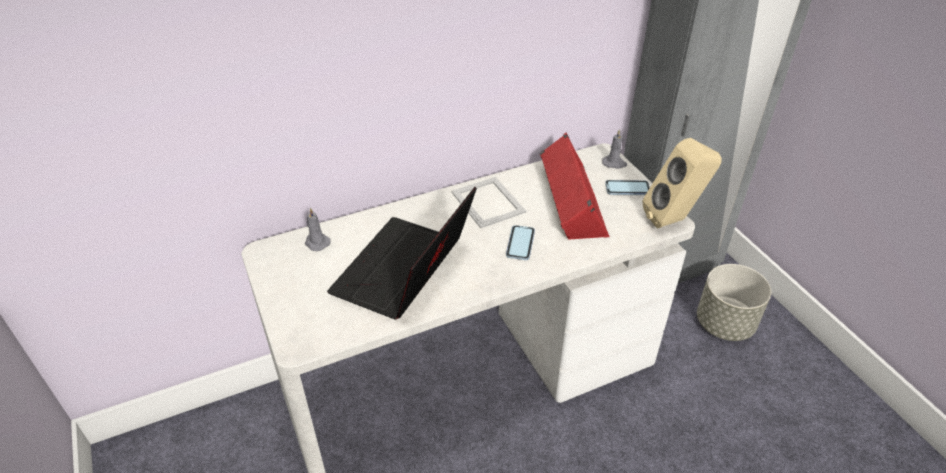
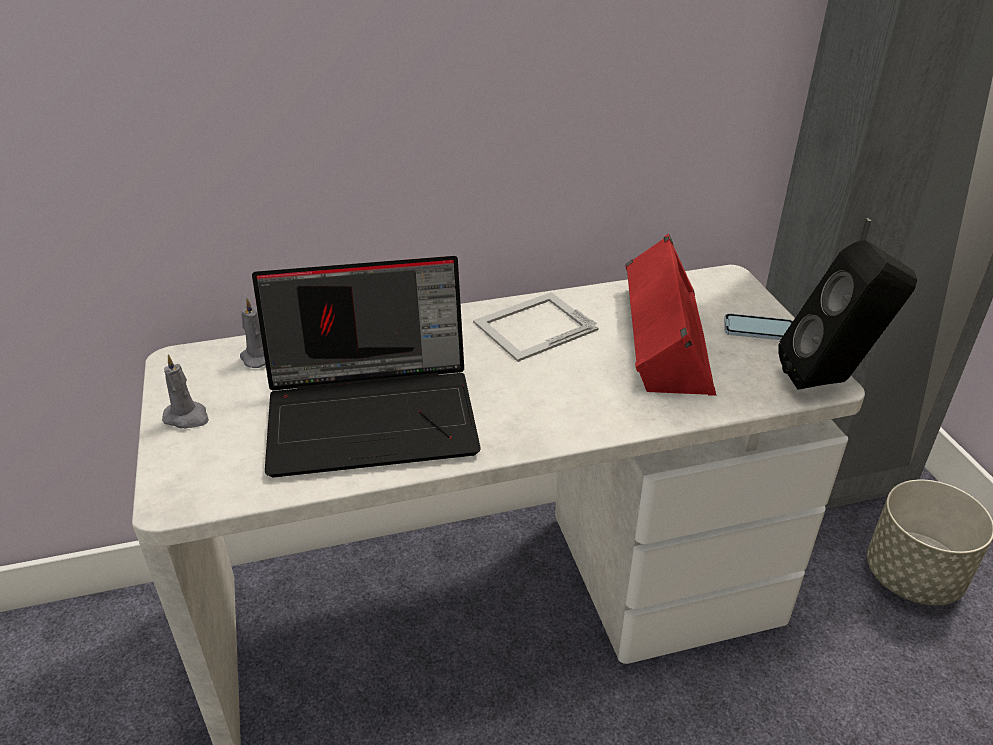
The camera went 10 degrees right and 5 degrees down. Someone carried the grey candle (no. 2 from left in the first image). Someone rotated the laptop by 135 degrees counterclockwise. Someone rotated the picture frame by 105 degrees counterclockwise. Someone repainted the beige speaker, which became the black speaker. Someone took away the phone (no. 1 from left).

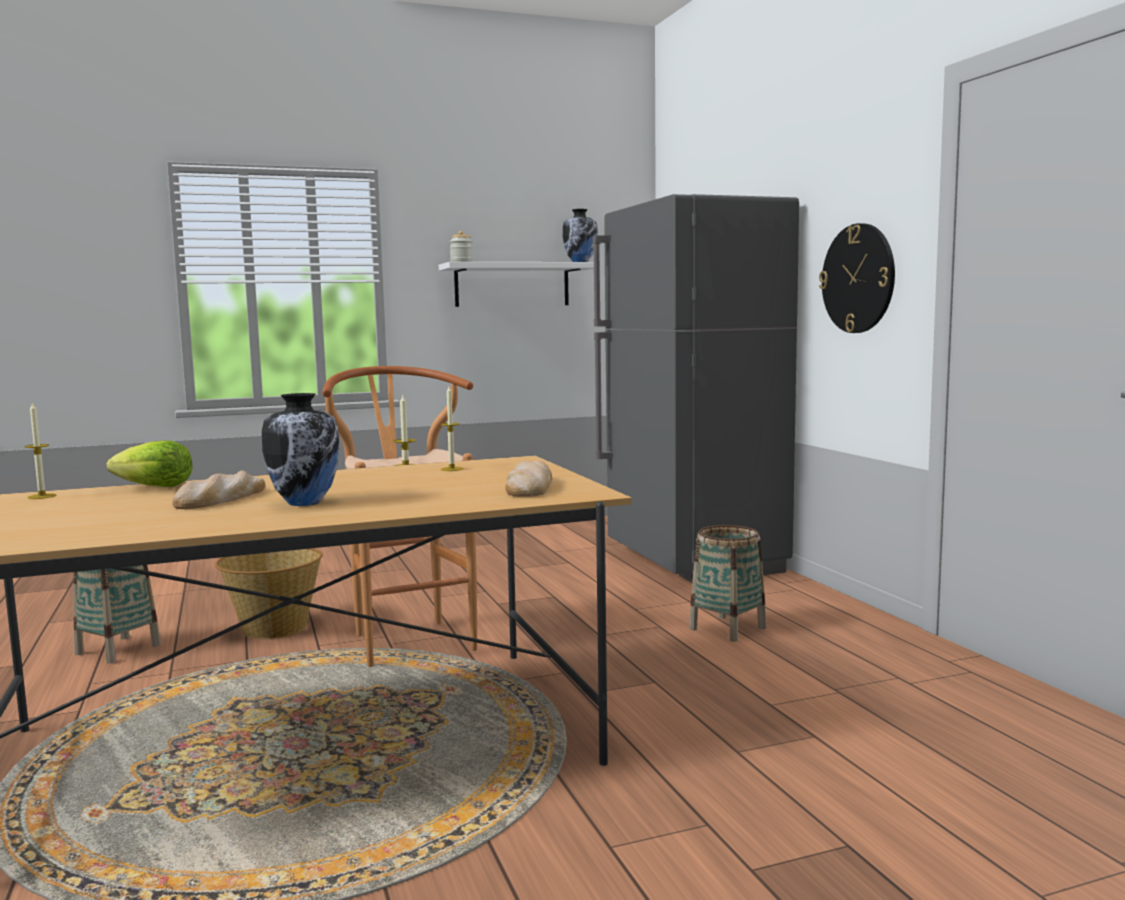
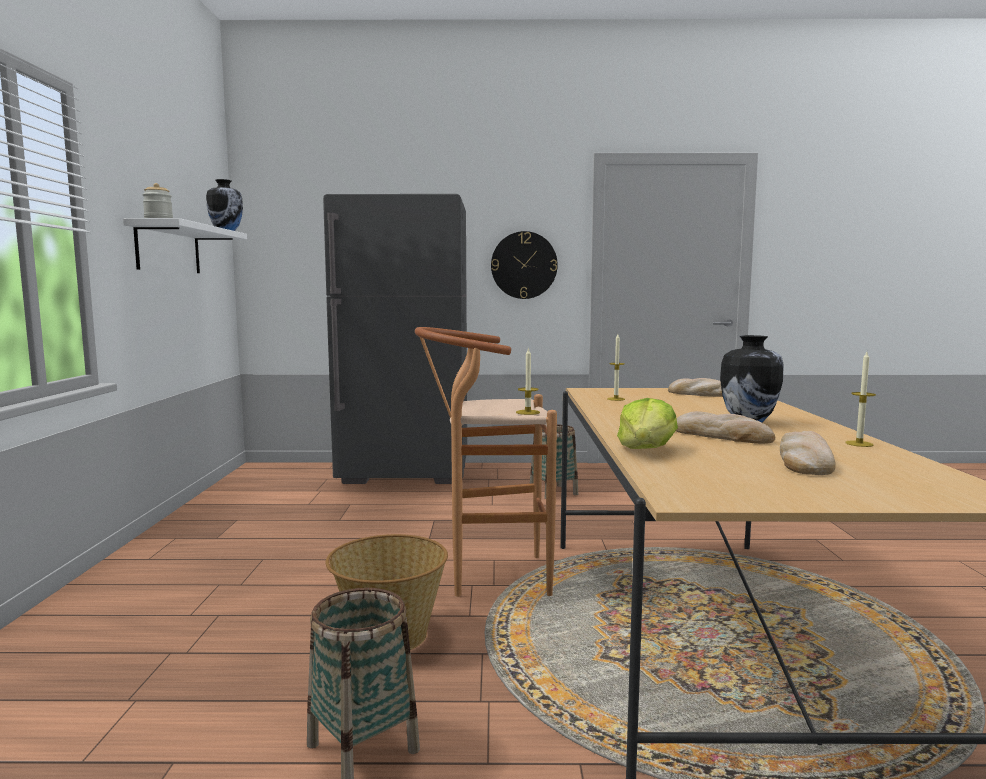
The camera went 70 degrees left and 0 degrees up. Someone put down the bread (no. 3 from left). Someone carried the candle (no. 1 from left in the first image).

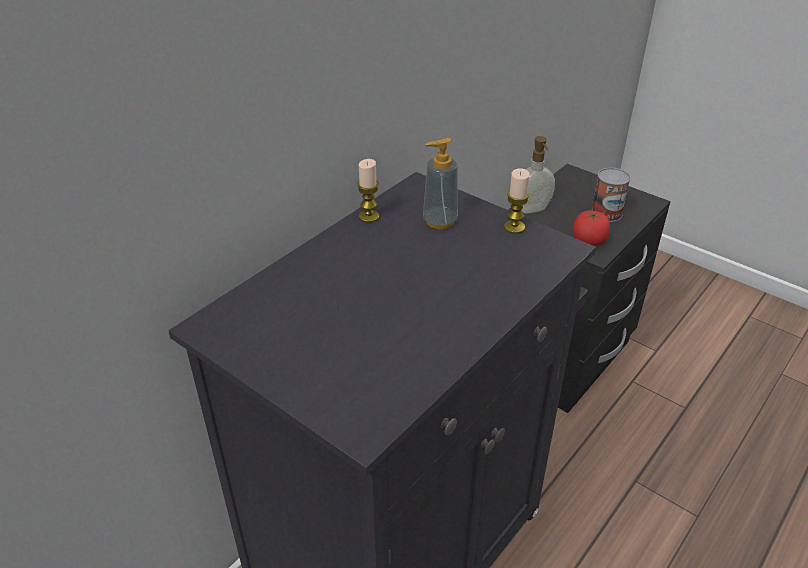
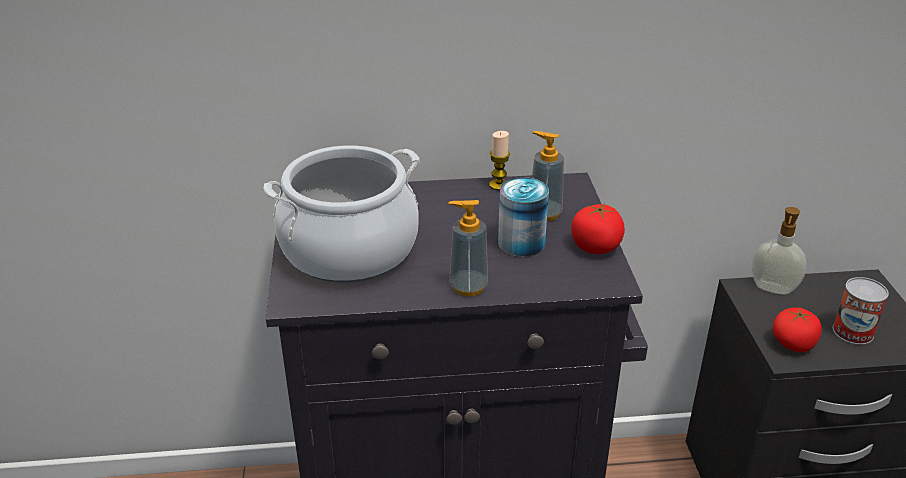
The camera went 45 degrees right and 5 degrees down. Someone put down the cooking pot. Someone put down the soap dispenser (no. 1 from left). Someone put down the can (no. 1 from left). Someone swapped the candle (no. 2 from left) for the tomato (no. 1 from left).

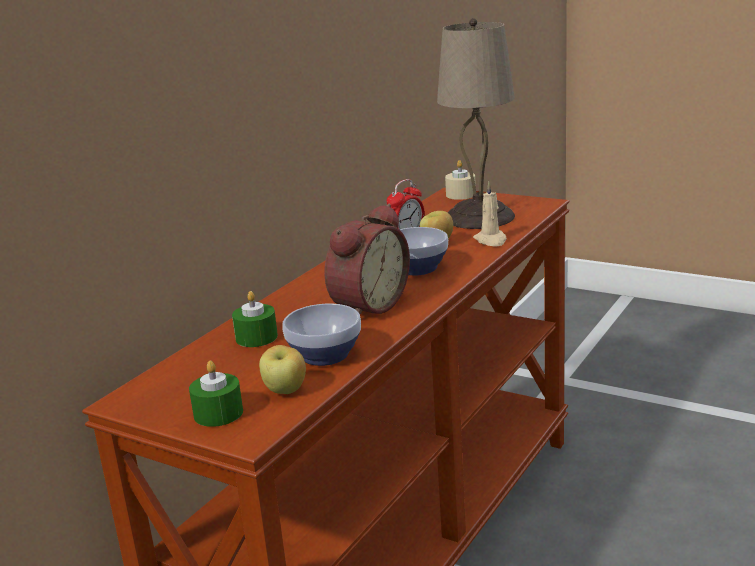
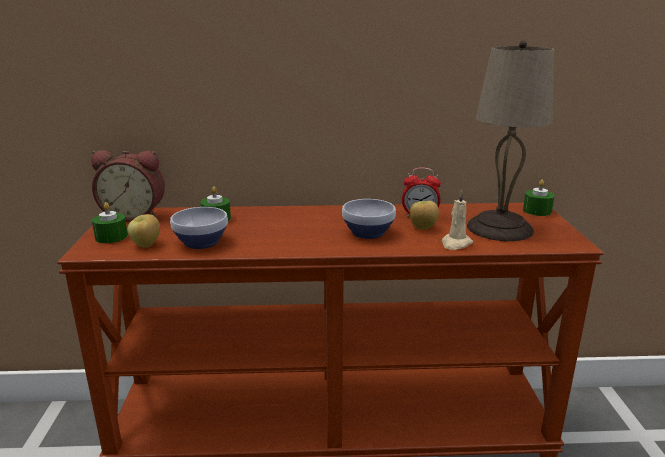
The camera went 55 degrees right and 0 degrees up. Someone carried the alarm clock (no. 1 from left). Someone repainted the beige candle (no. 1 from left), which became the green candle (no. 3 from left).

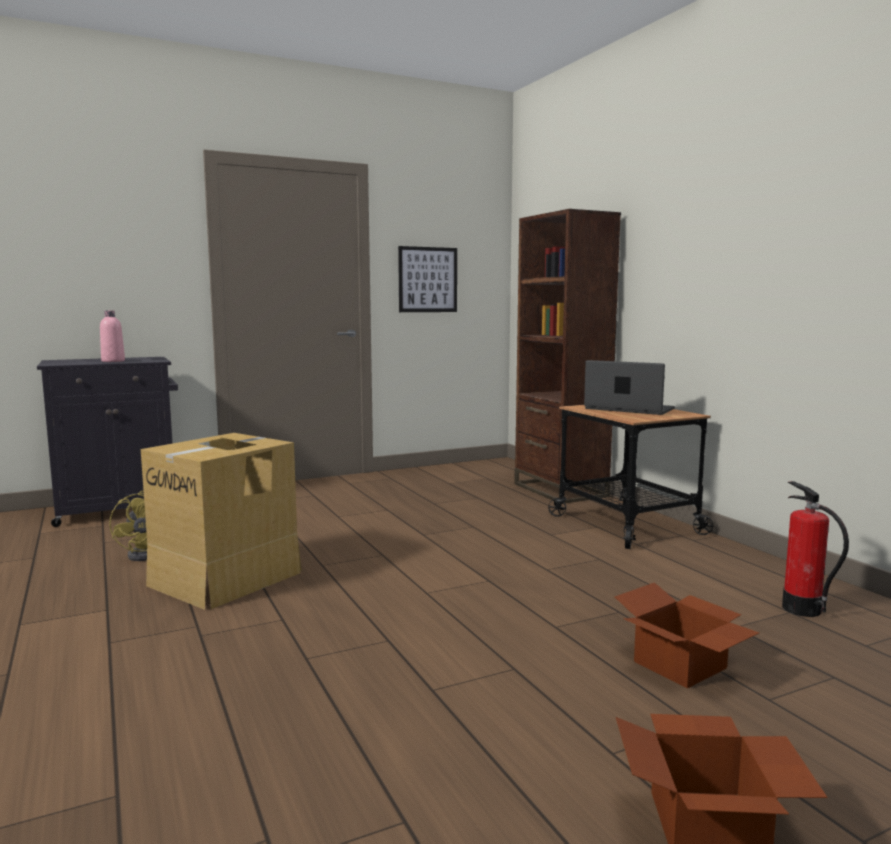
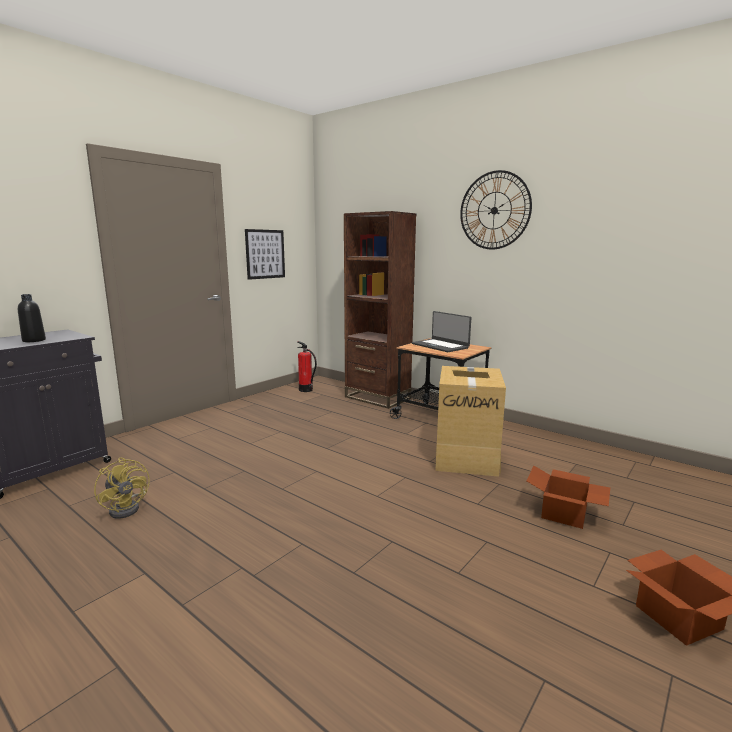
The camera went 25 degrees left and 5 degrees up. Someone repainted the pink bottle, which became the black bottle. Someone carried the fire extinguisher. Someone rotated the laptop by 135 degrees counterclockwise. Someone carried the cardboard box (no. 1 from left). Someone put up the wall clock.

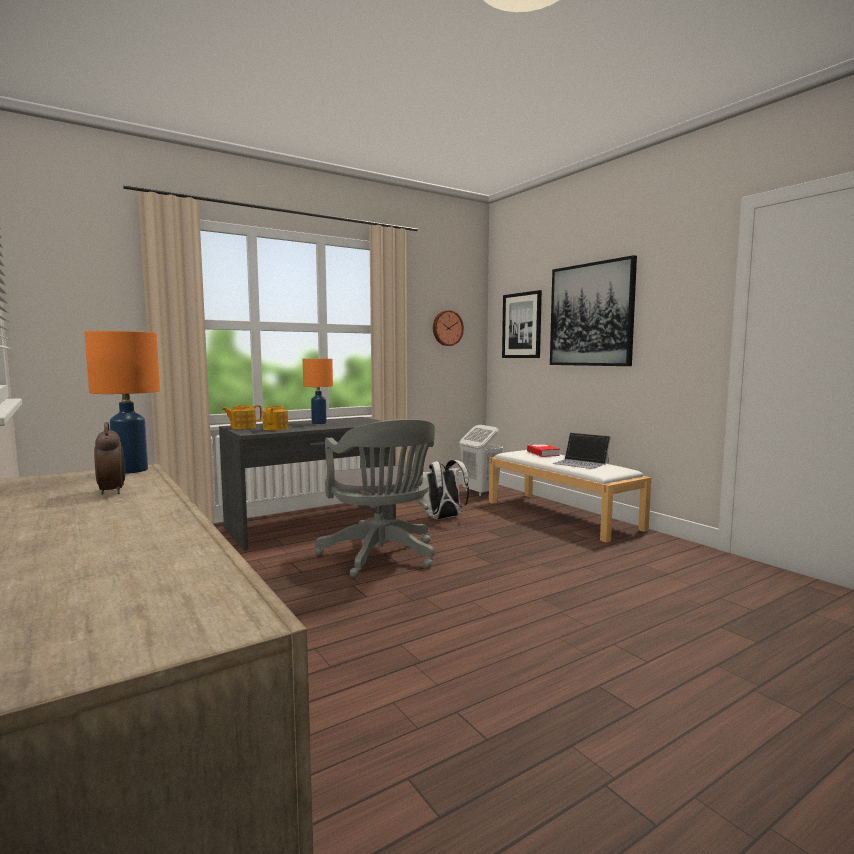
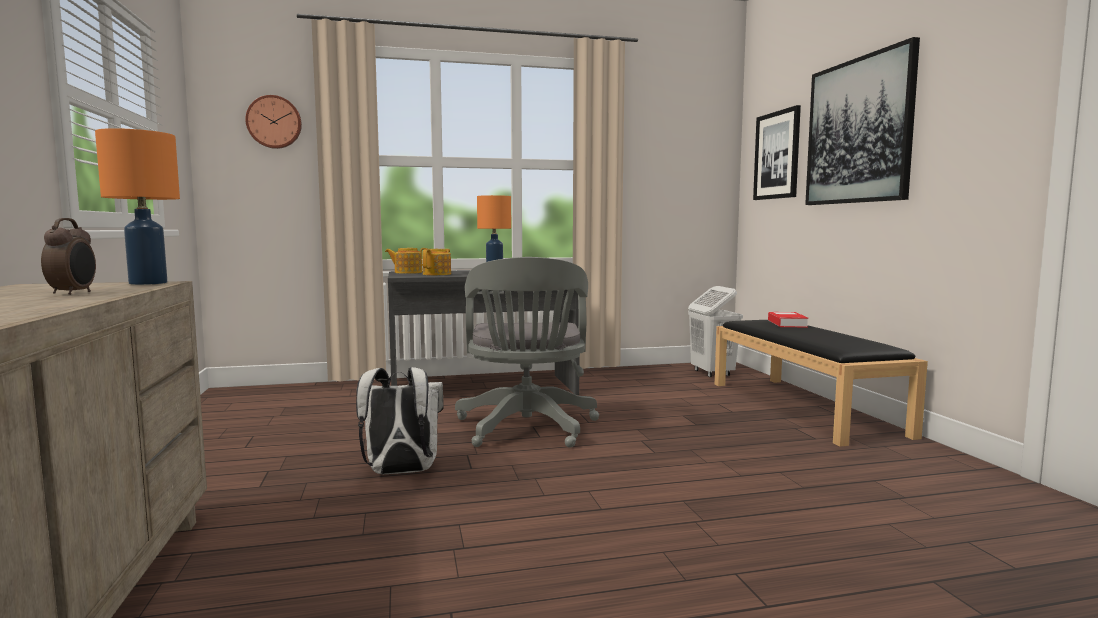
The camera went 20 degrees right and 0 degrees up. Someone carried the wall clock. Someone carried the white backpack. Someone repainted the white bench, which became the black bench. Someone took away the laptop.

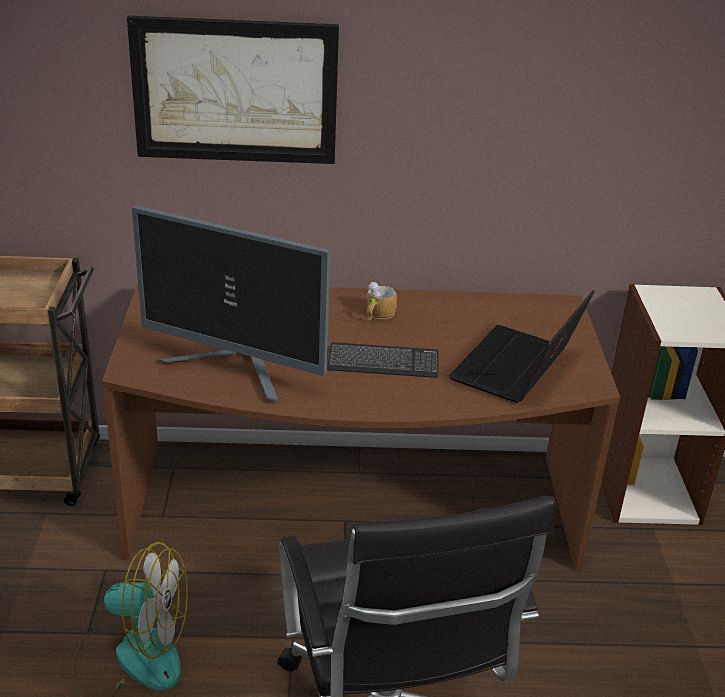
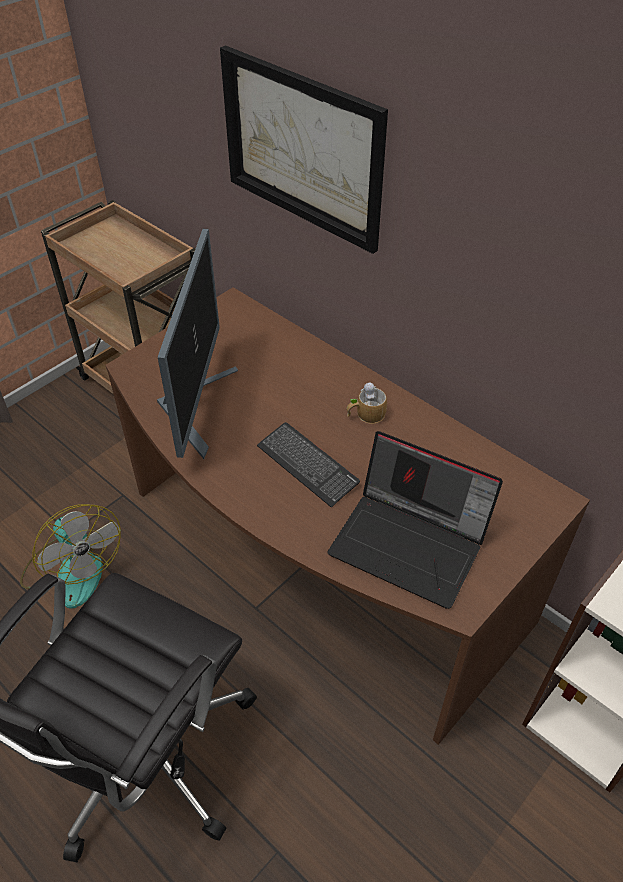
The camera went 45 degrees right and 15 degrees up. Someone rotated the monitor by 150 degrees counterclockwise. Someone rotated the laptop by 135 degrees counterclockwise.

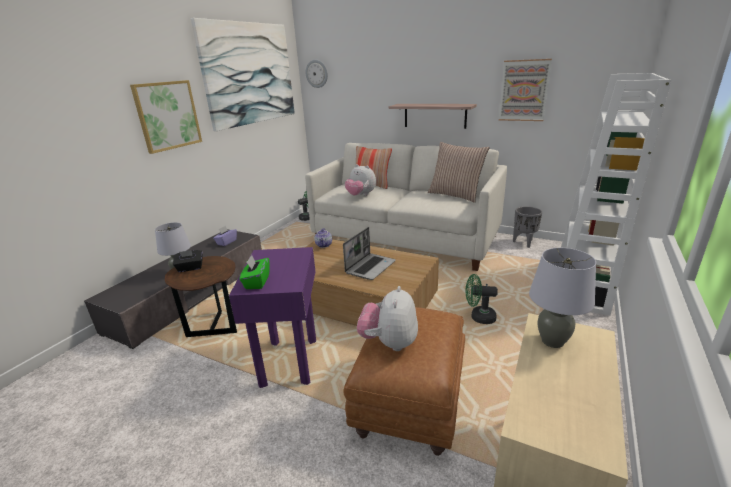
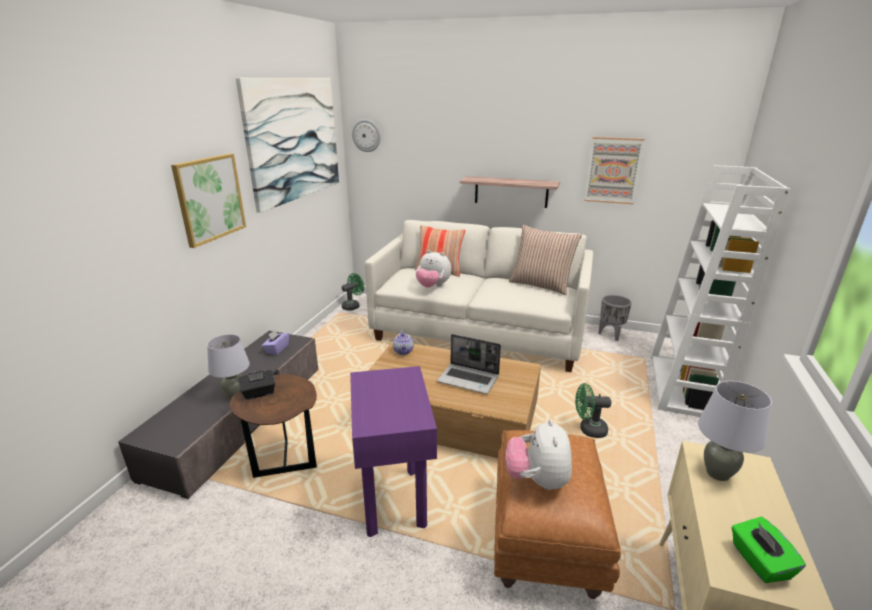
The camera went 10 degrees left and 0 degrees up. Someone rotated the laptop by 90 degrees clockwise. Someone carried the green tissue box.

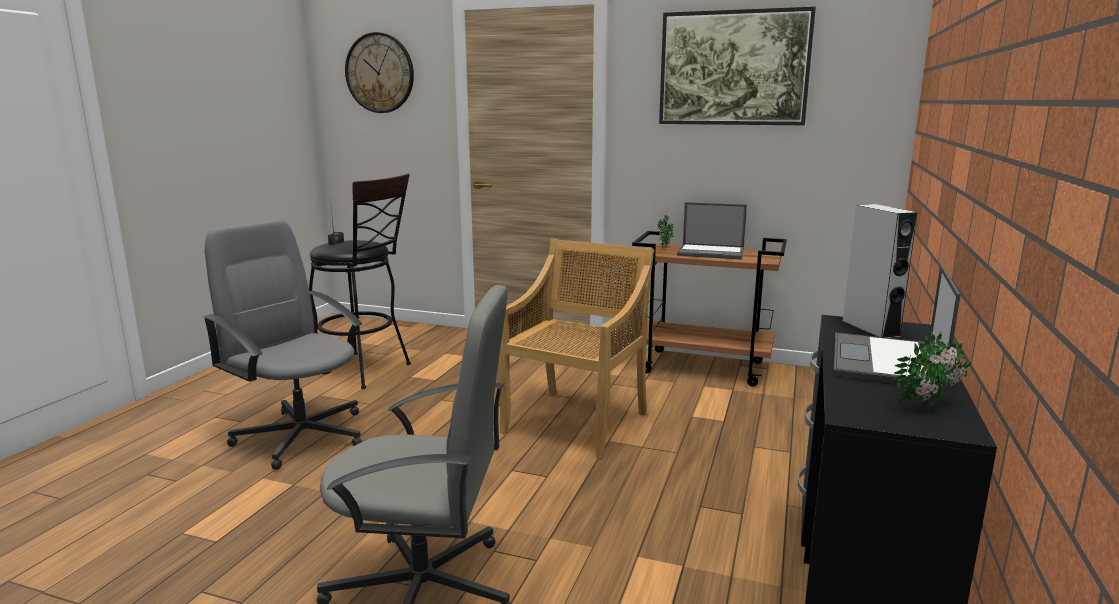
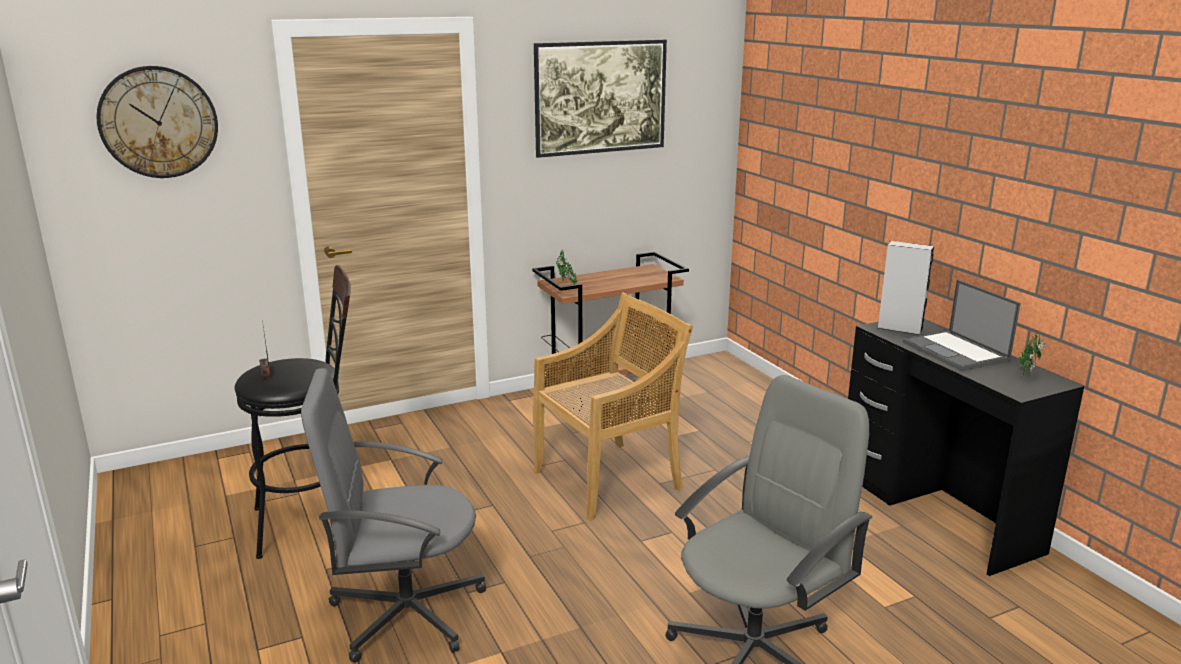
The camera went 45 degrees left and 5 degrees up. Someone rotated the beige chair by 75 degrees clockwise. Someone took away the laptop (no. 1 from left).

